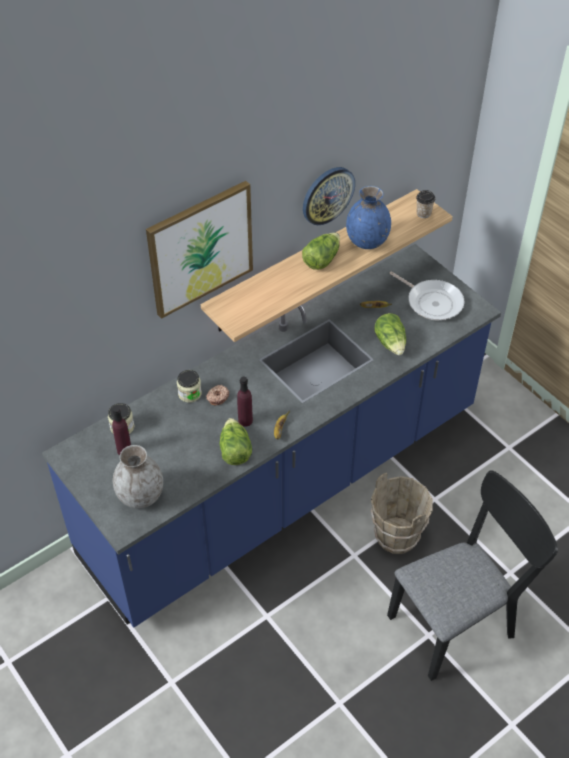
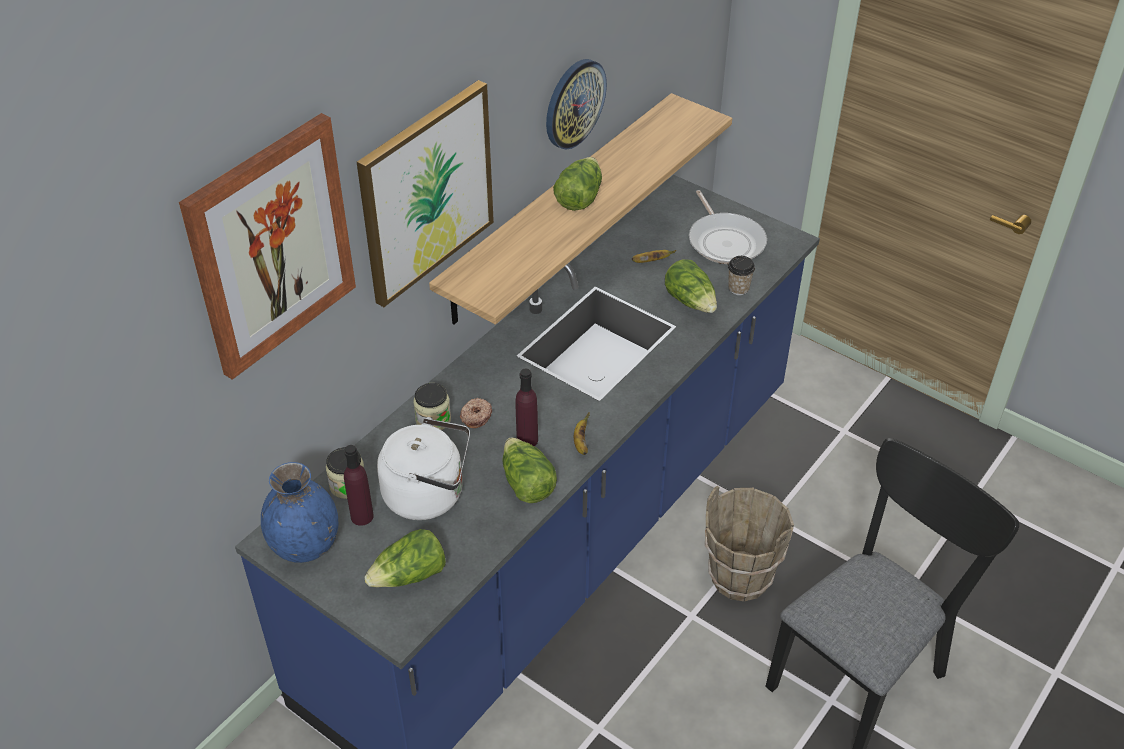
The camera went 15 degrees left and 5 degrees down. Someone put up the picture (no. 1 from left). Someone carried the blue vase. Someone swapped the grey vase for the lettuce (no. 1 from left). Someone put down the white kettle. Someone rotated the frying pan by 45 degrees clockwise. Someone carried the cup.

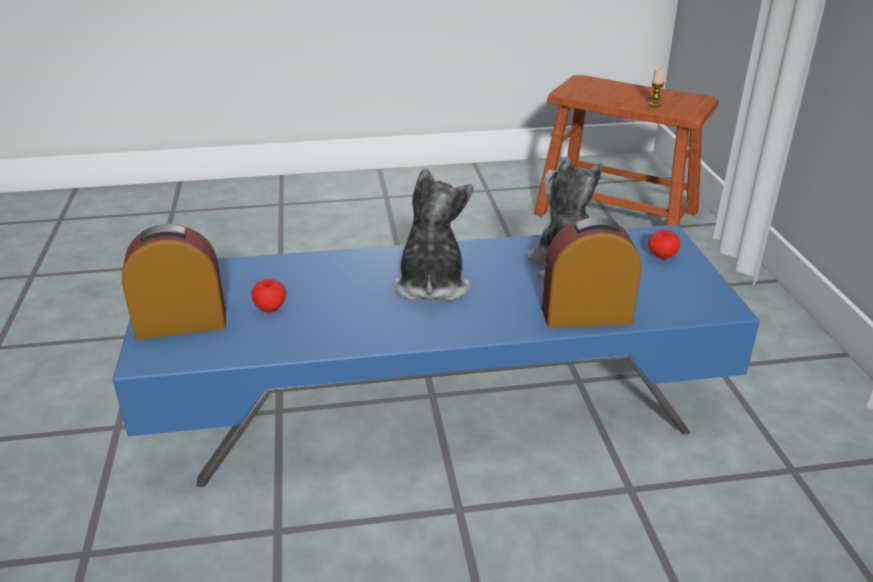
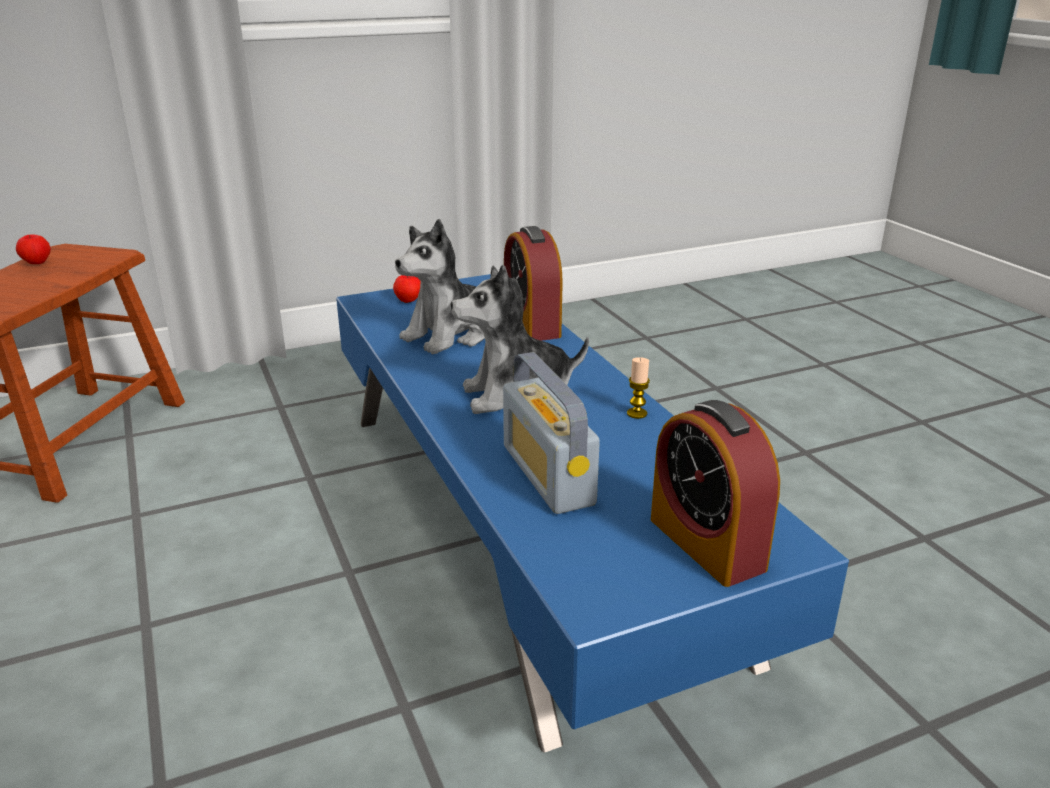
The camera went 105 degrees left and 5 degrees down. Someone carried the apple (no. 1 from left). Someone put down the radio. Someone carried the candle.

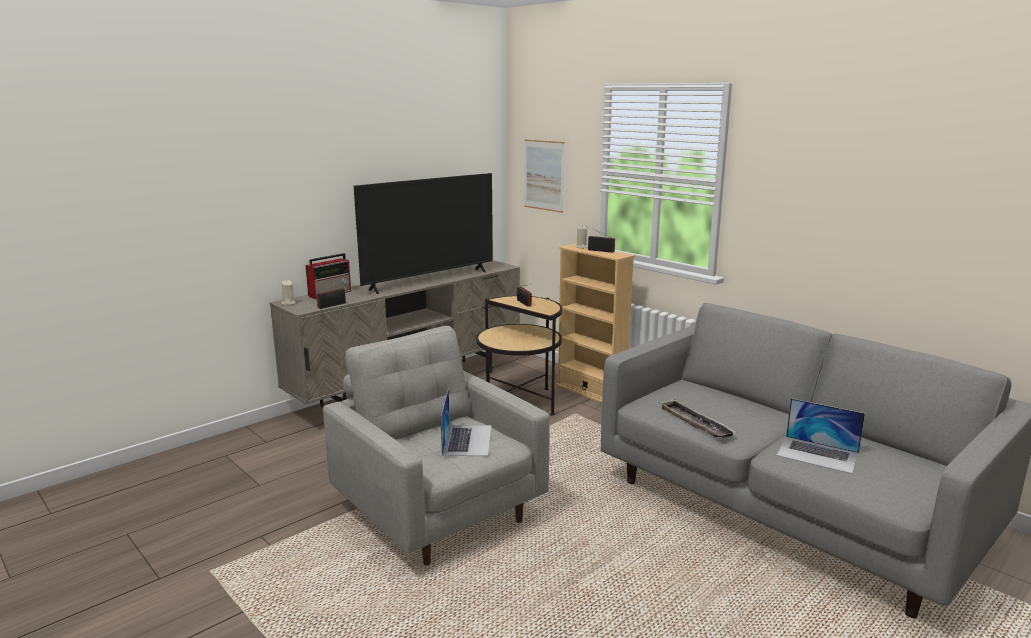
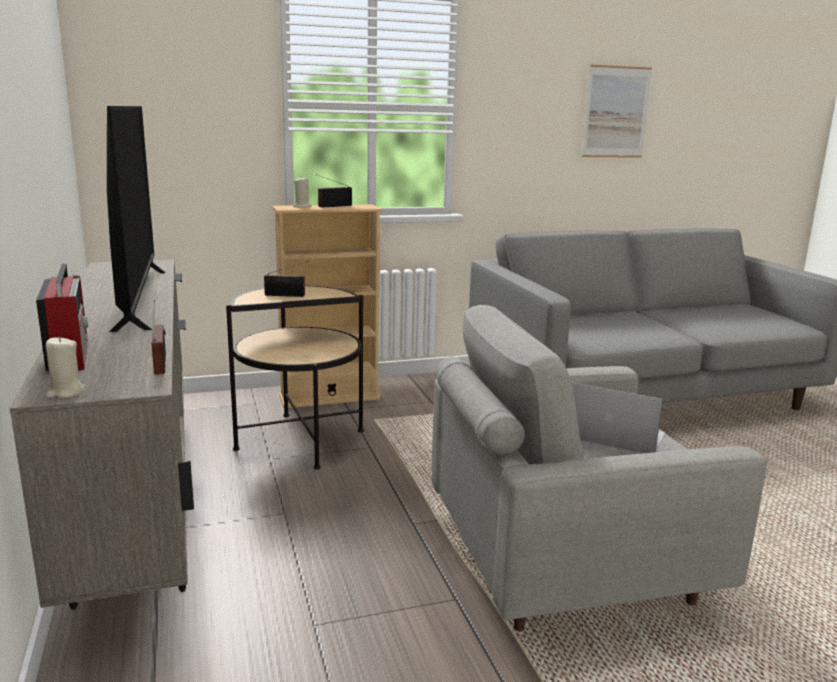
The camera went 65 degrees left and 0 degrees up. Someone carried the picture. Someone took away the tray. Someone took away the laptop (no. 2 from left).

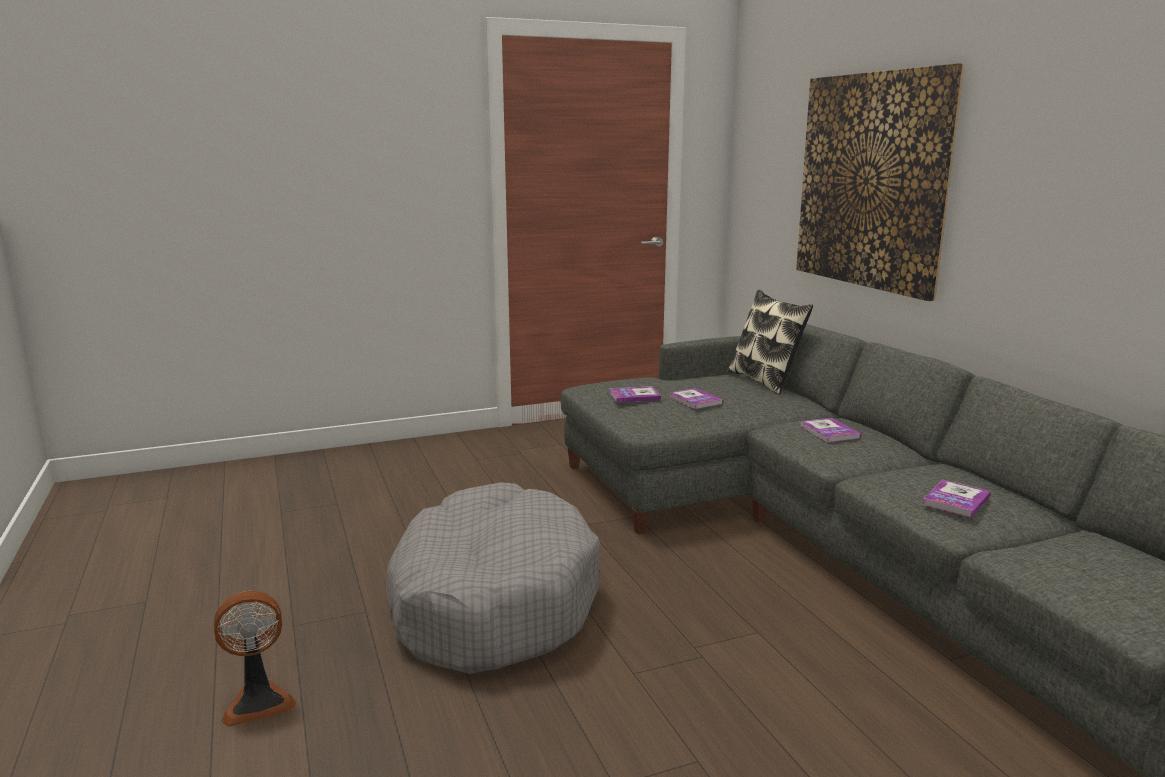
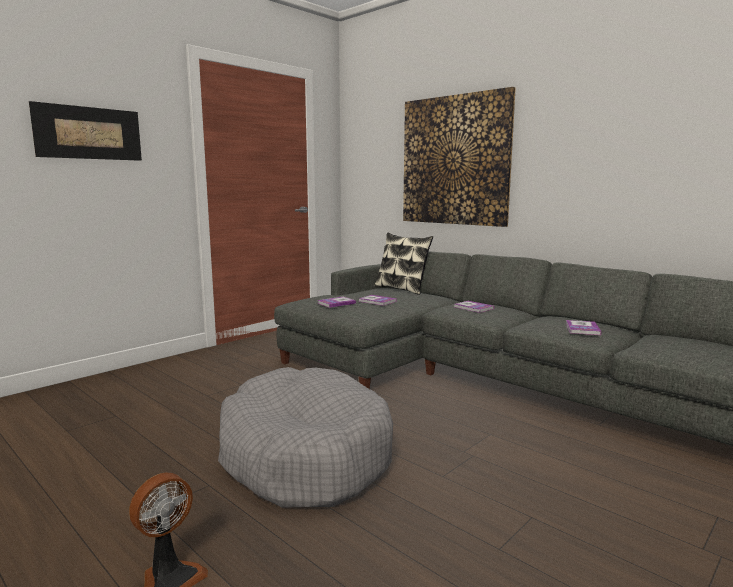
The camera went 25 degrees left and 5 degrees down. Someone put up the picture (no. 1 from left).

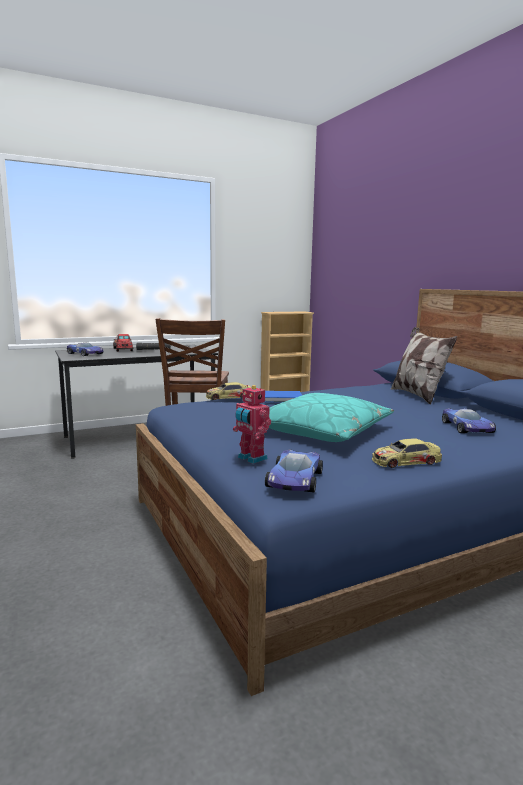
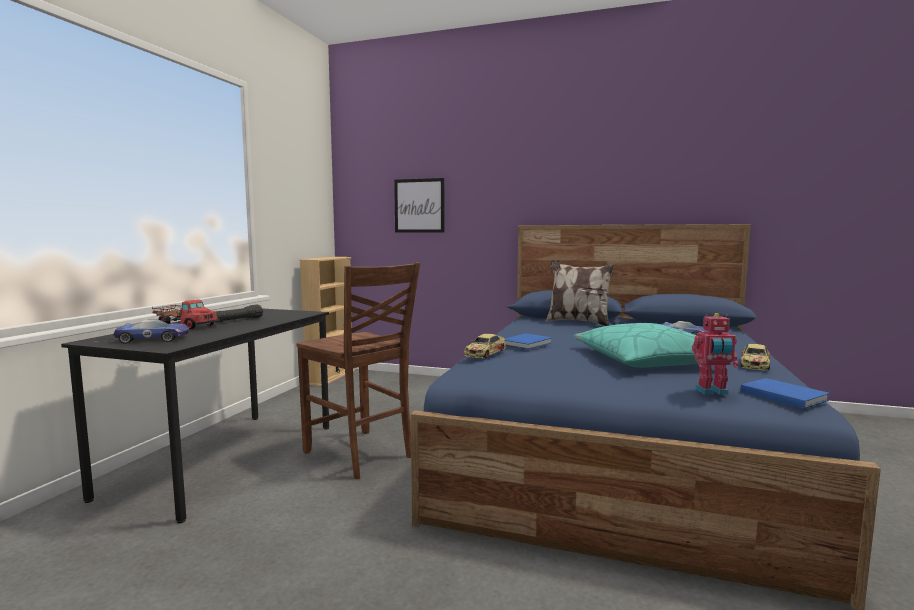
The camera went 45 degrees left and 5 degrees down. Someone put up the picture. Someone swapped the toy car (no. 3 from left) for the blue book (no. 2 from left).

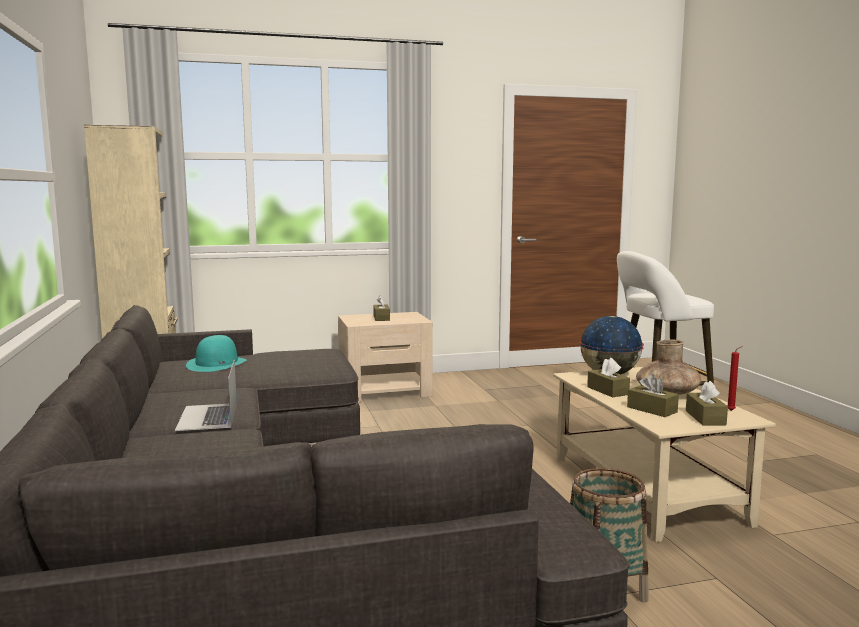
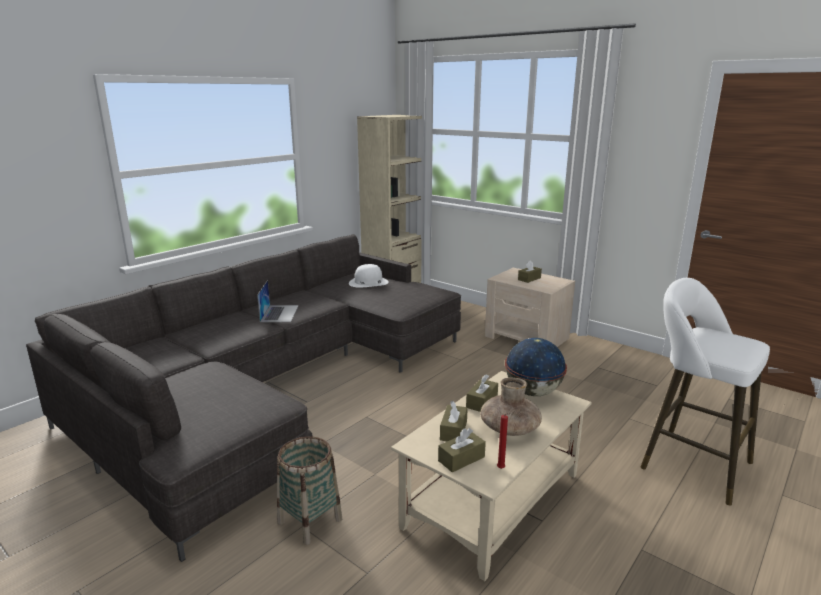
The camera went 55 degrees right and 10 degrees up. Someone rotated the laptop by 135 degrees clockwise. Someone repainted the turquoise hat, which became the white hat.

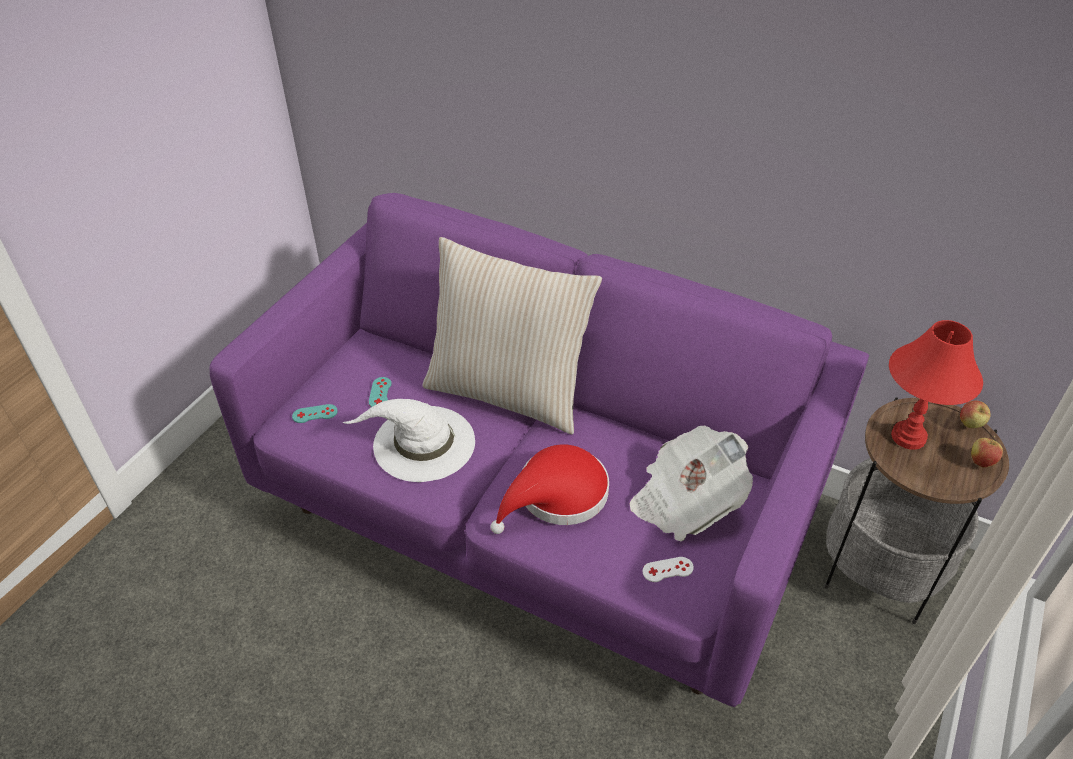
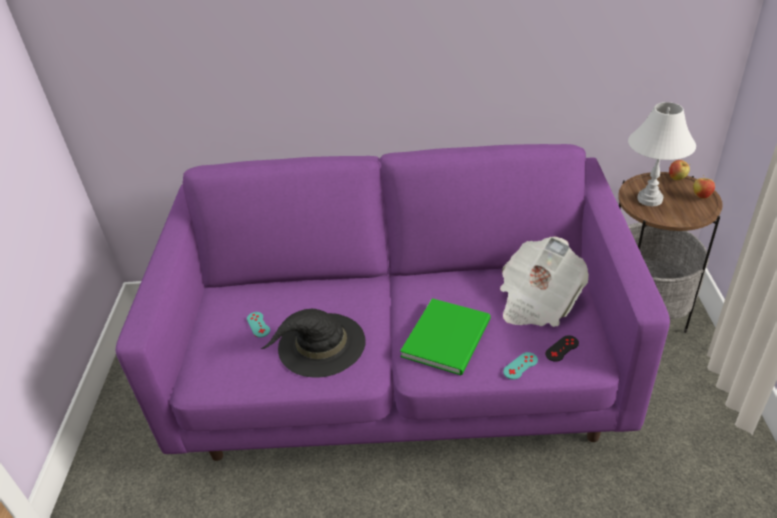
The camera went 25 degrees left and 5 degrees down. Someone repainted the white hat, which became the black hat. Someone swapped the red hat for the green book. Someone carried the turquoise game controller (no. 1 from left in the first image). Someone repainted the white game controller, which became the black game controller. Someone repainted the red table lamp, which became the white table lamp. Someone took away the beige pillow.

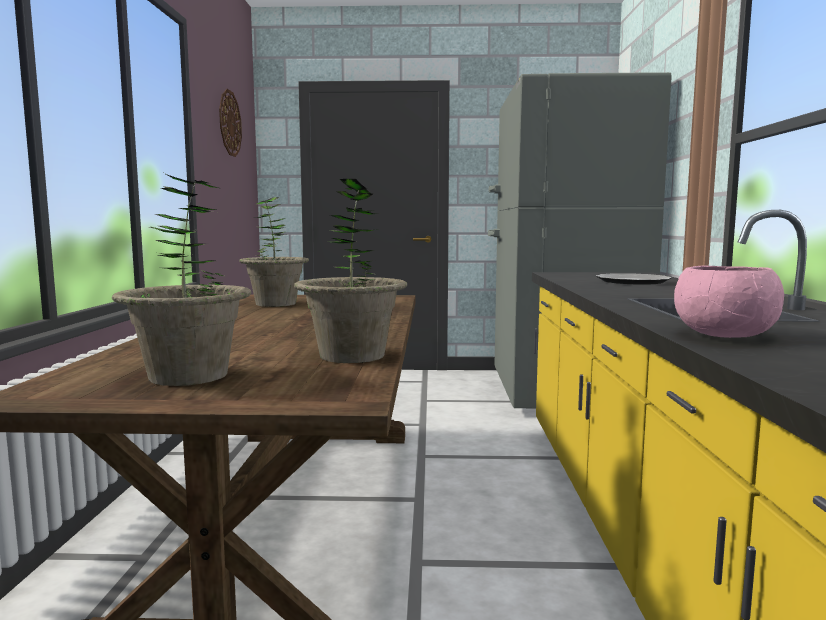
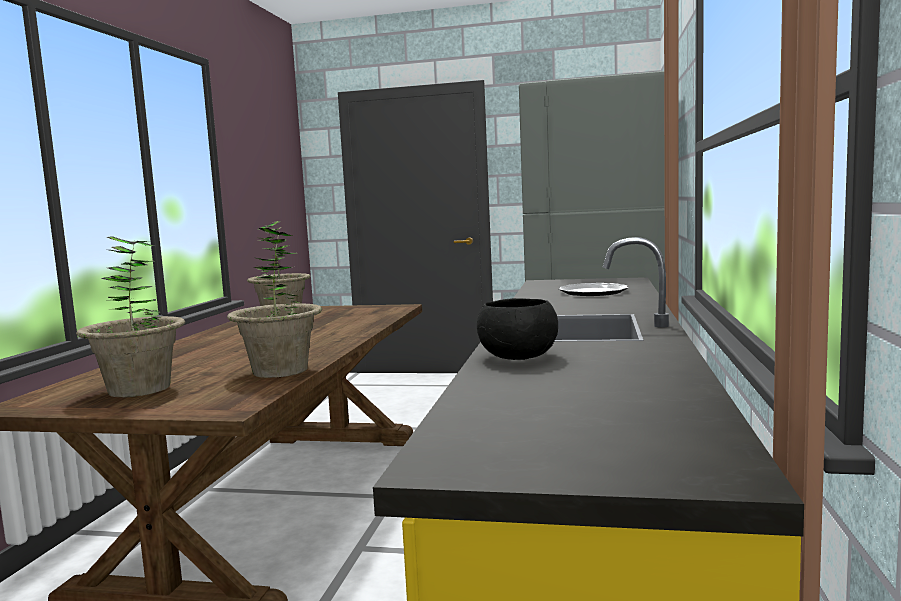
The camera went 10 degrees right and 0 degrees up. Someone repainted the pink bowl, which became the black bowl. Someone took away the wall clock.

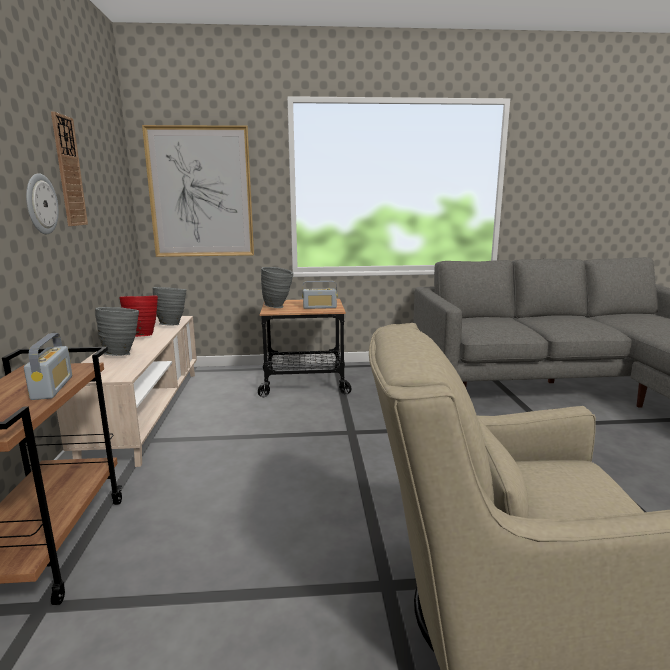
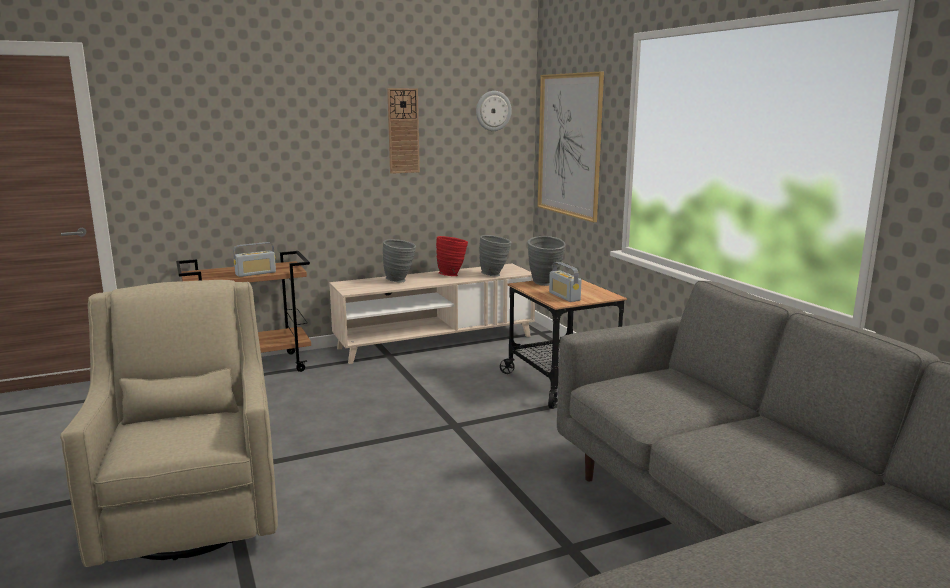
The camera went 70 degrees right and 0 degrees up. Someone carried the wall clock (no. 1 from left in the first image).

